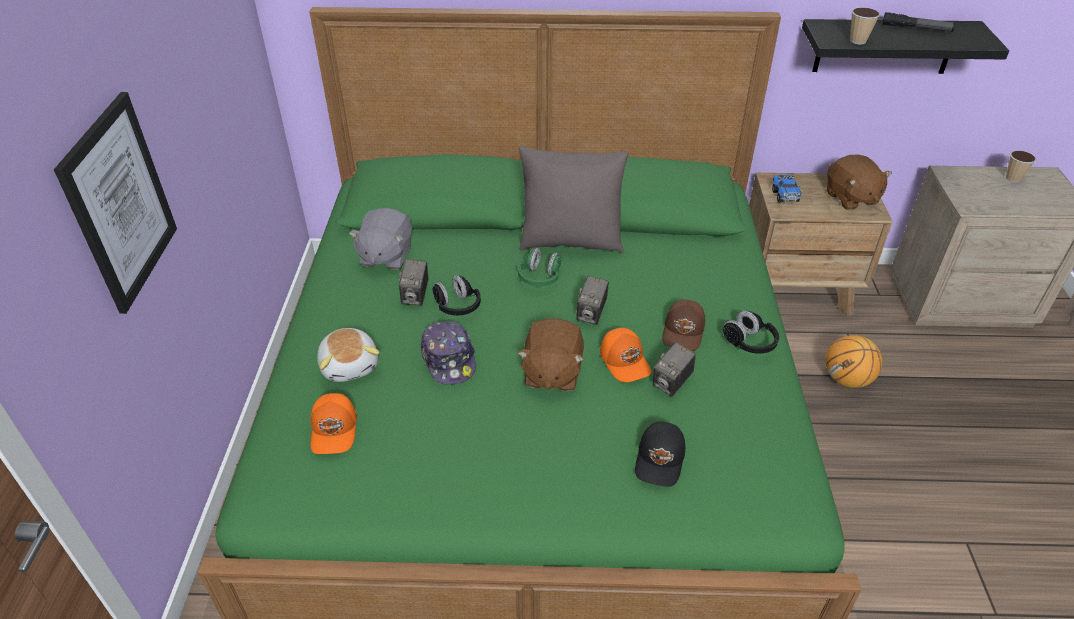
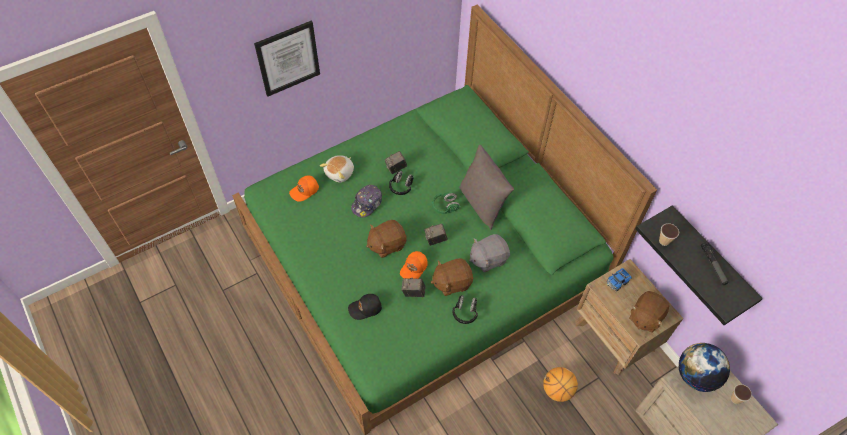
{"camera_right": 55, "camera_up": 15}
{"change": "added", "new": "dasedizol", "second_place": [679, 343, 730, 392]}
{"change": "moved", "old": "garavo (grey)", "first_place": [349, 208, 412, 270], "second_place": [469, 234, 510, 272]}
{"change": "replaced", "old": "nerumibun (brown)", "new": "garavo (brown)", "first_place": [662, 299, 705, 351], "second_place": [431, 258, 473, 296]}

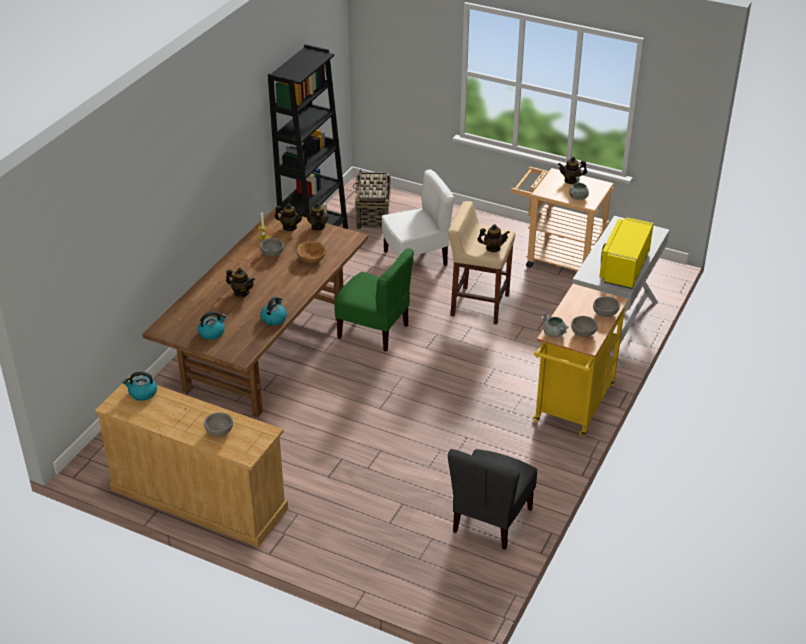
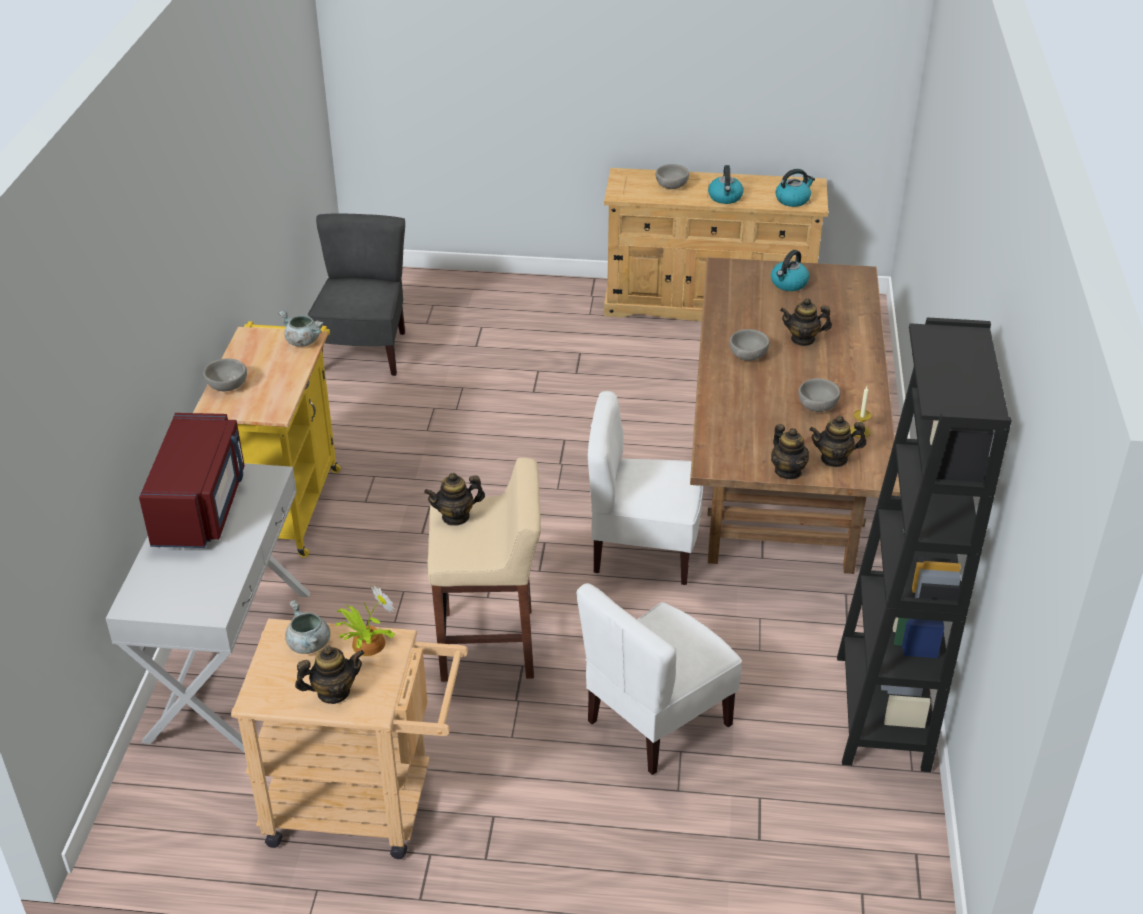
{"camera_right": 160, "camera_up": 0}
{"change": "removed", "old": "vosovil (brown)", "first_place": [297, 241, 326, 263]}
{"change": "removed", "old": "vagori", "first_place": [353, 169, 391, 229]}
{"change": "added", "new": "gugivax", "second_place": [336, 586, 395, 656]}
{"change": "moved", "old": "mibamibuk", "first_place": [260, 297, 287, 326], "second_place": [708, 165, 744, 204]}
{"change": "moved", "old": "vosovil (grey)", "first_place": [571, 316, 598, 337], "second_place": [730, 329, 769, 361]}
{"change": "recoloured", "old": "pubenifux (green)", "new": "pubenifux (white)", "first_place": [334, 248, 414, 352], "second_place": [588, 391, 703, 585]}
{"change": "recoloured", "old": "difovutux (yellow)", "new": "difovutux (red)", "first_place": [599, 217, 654, 289], "second_place": [139, 413, 245, 548]}

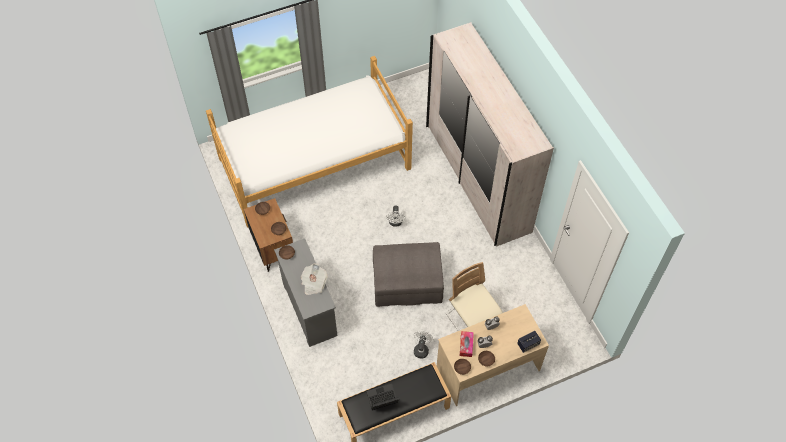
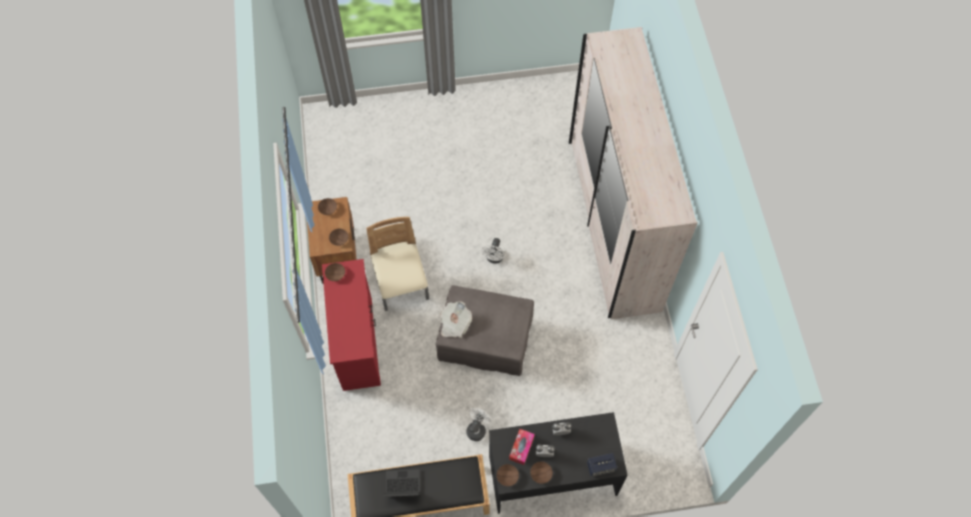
{"camera_right": 15, "camera_up": 5}
{"change": "removed", "old": "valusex", "first_place": [206, 56, 413, 228]}
{"change": "moved", "old": "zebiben", "first_place": [301, 263, 327, 295], "second_place": [440, 301, 472, 338]}
{"change": "moved", "old": "pubenifux (beige)", "first_place": [446, 262, 503, 331], "second_place": [366, 217, 429, 311]}
{"change": "recoloured", "old": "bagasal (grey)", "new": "bagasal (red)", "first_place": [274, 239, 338, 347], "second_place": [322, 259, 381, 391]}
{"change": "recoloured", "old": "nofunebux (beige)", "new": "nofunebux (black)", "first_place": [437, 304, 549, 406], "second_place": [489, 412, 627, 514]}

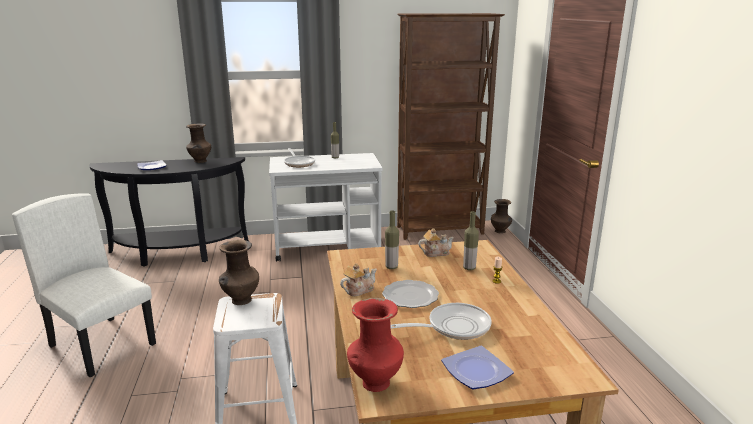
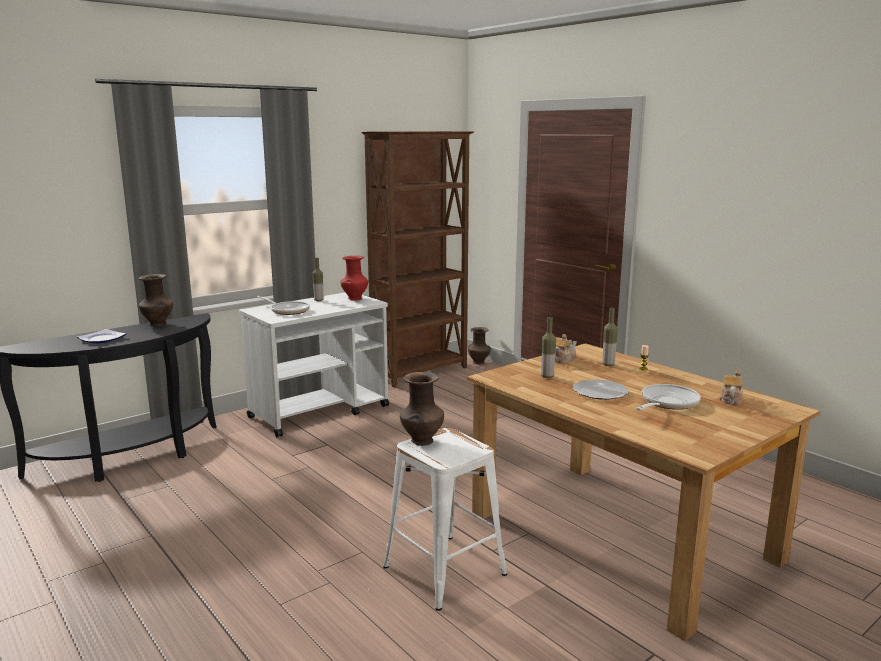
{"camera_right": -30, "camera_up": -5}
{"change": "removed", "old": "pubenifux (white)", "first_place": [12, 193, 156, 377]}
{"change": "removed", "old": "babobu", "first_place": [441, 346, 514, 389]}
{"change": "moved", "old": "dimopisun", "first_place": [340, 263, 377, 296], "second_place": [719, 370, 743, 405]}
{"change": "moved", "old": "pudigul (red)", "first_place": [347, 298, 404, 392], "second_place": [340, 256, 368, 300]}

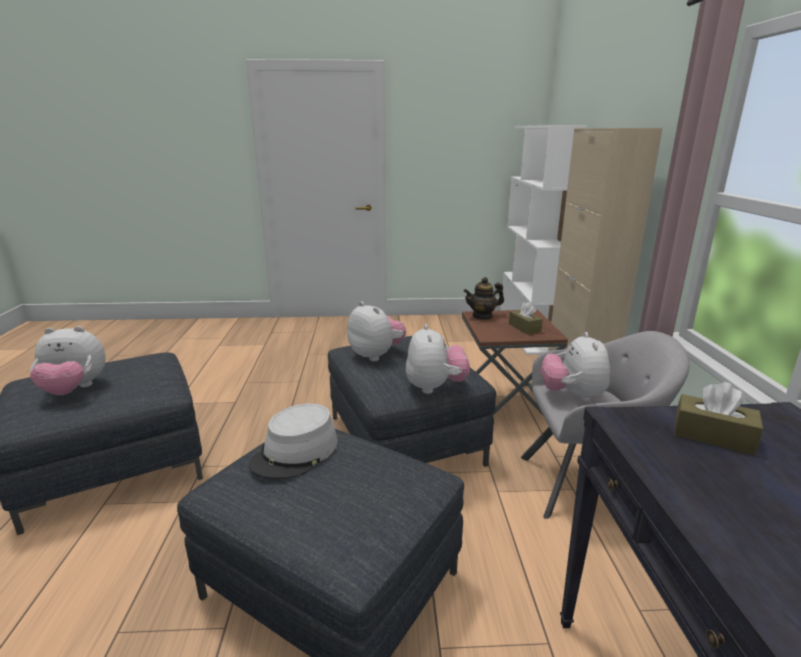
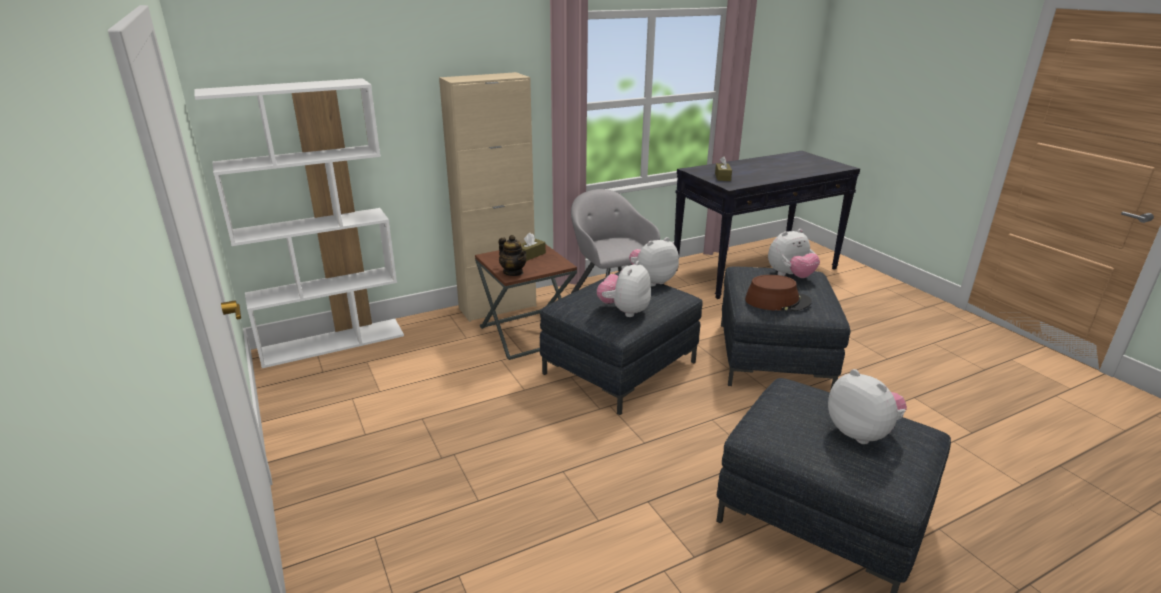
{"camera_right": -115, "camera_up": 5}
{"change": "moved", "old": "garavo", "first_place": [541, 332, 610, 402], "second_place": [768, 229, 820, 278]}
{"change": "recoloured", "old": "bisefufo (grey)", "new": "bisefufo (brown)", "first_place": [249, 404, 338, 479], "second_place": [745, 275, 812, 311]}

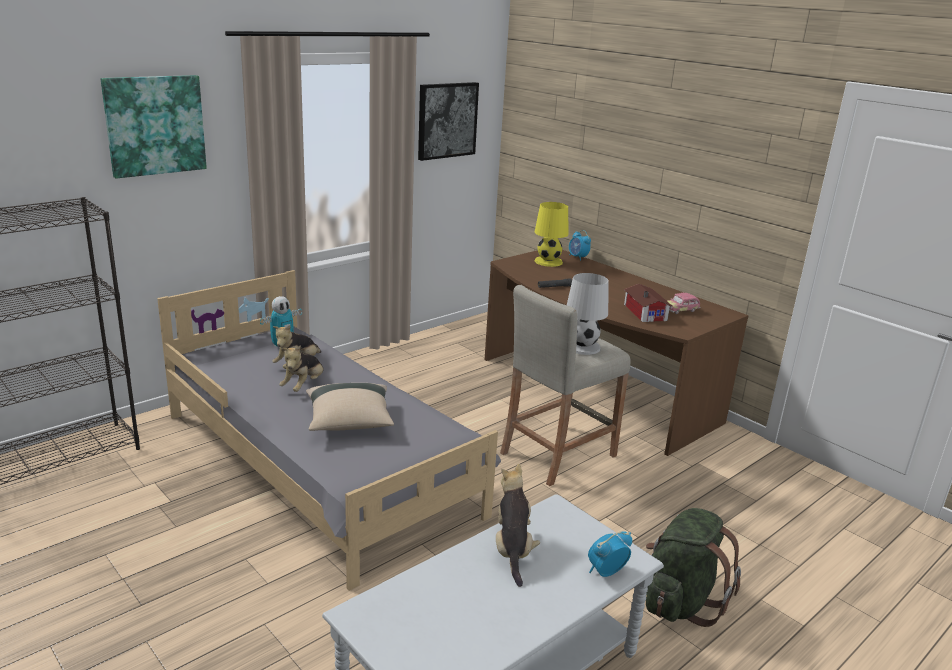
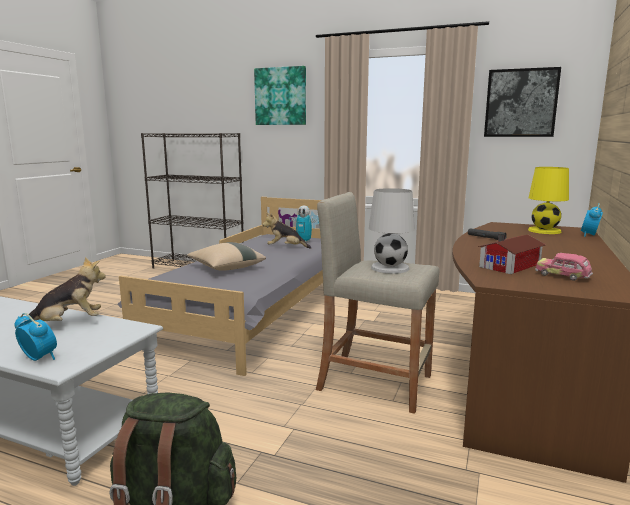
{"camera_right": 65, "camera_up": -10}
{"change": "removed", "old": "garavo", "first_place": [279, 345, 324, 392]}

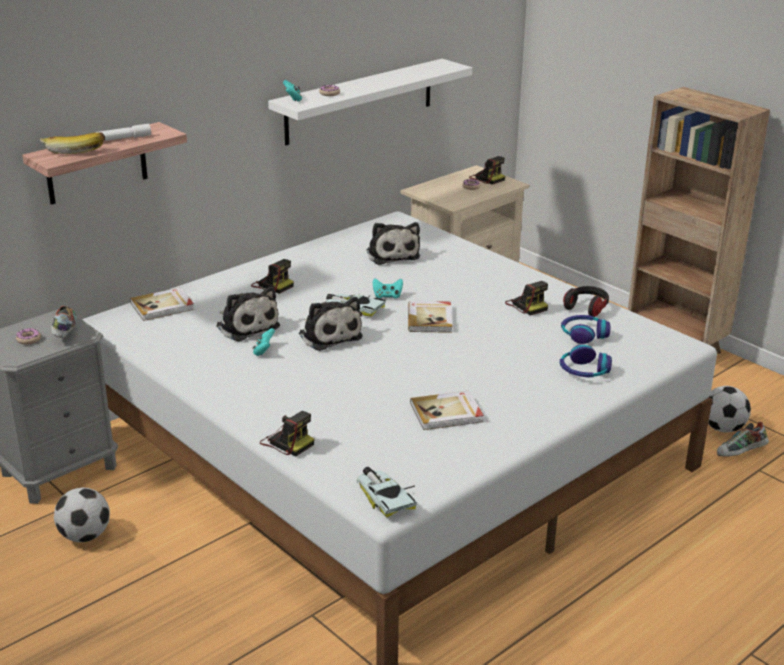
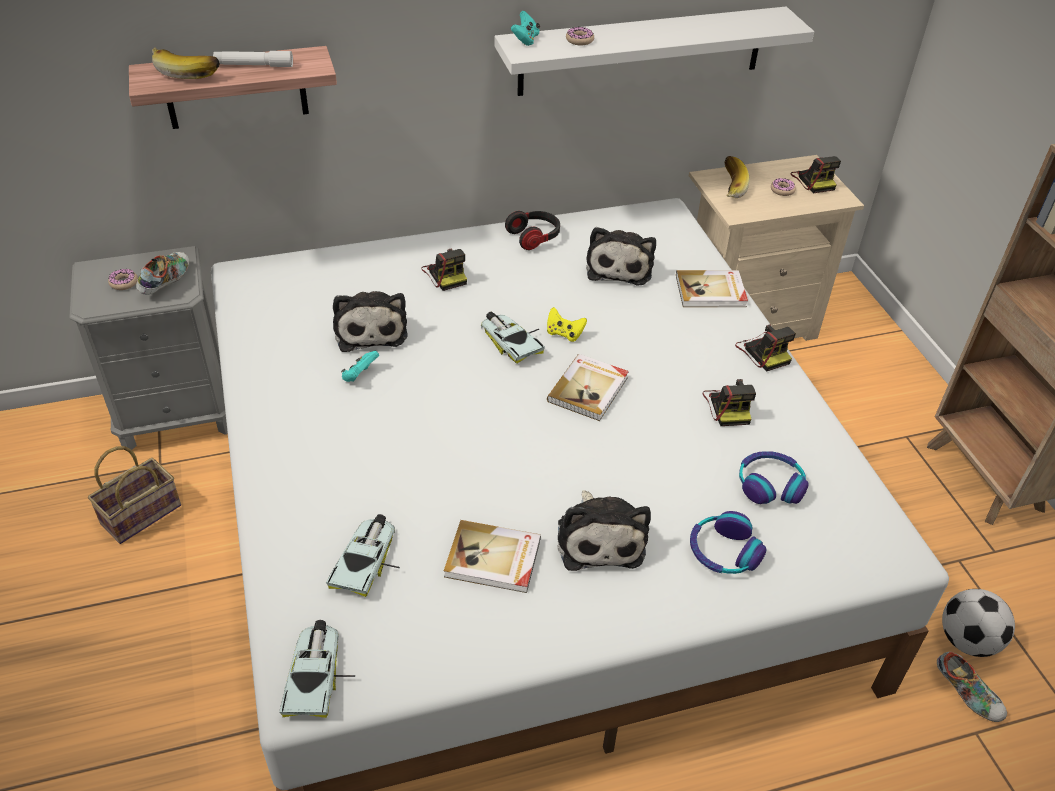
{"camera_right": 25, "camera_up": 15}
{"change": "added", "new": "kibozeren", "second_place": [326, 514, 400, 597]}
{"change": "added", "new": "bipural", "second_place": [725, 156, 750, 198]}
{"change": "moved", "old": "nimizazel", "first_place": [130, 287, 194, 321], "second_place": [676, 270, 748, 307]}
{"change": "moved", "old": "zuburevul", "first_place": [260, 411, 314, 456], "second_place": [735, 324, 796, 371]}
{"change": "moved", "old": "garavo", "first_place": [299, 297, 363, 351], "second_place": [558, 490, 651, 571]}
{"change": "moved", "old": "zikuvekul", "first_place": [563, 286, 609, 317], "second_place": [505, 211, 560, 250]}
{"change": "replaced", "old": "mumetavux", "new": "vagori", "first_place": [54, 487, 110, 542], "second_place": [88, 446, 181, 544]}
{"change": "recoloured", "old": "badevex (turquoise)", "new": "badevex (yellow)", "first_place": [373, 278, 403, 299], "second_place": [547, 307, 587, 342]}
{"change": "turned", "old": "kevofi", "first_place": [717, 421, 769, 457], "second_place": [937, 652, 1007, 722], "degrees": -135}

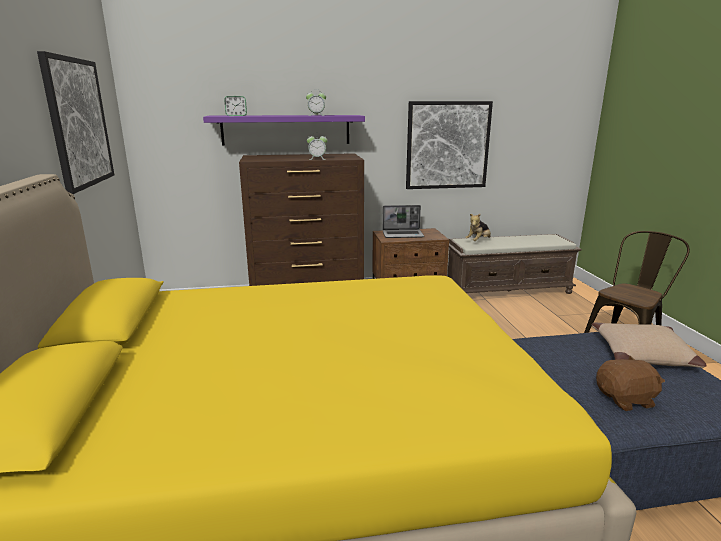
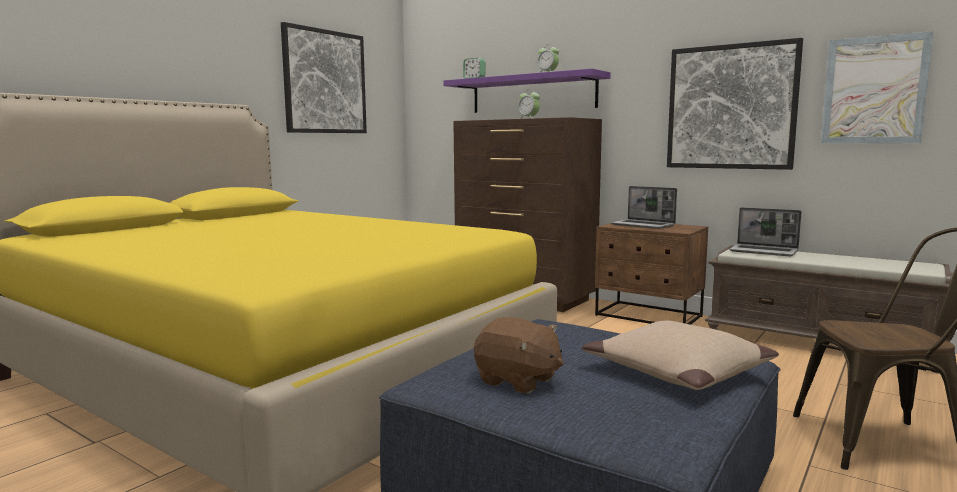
{"camera_right": 45, "camera_up": -10}
{"change": "added", "new": "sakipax", "second_place": [821, 31, 933, 144]}
{"change": "replaced", "old": "garavo", "new": "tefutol", "first_place": [465, 213, 491, 241], "second_place": [729, 207, 802, 257]}

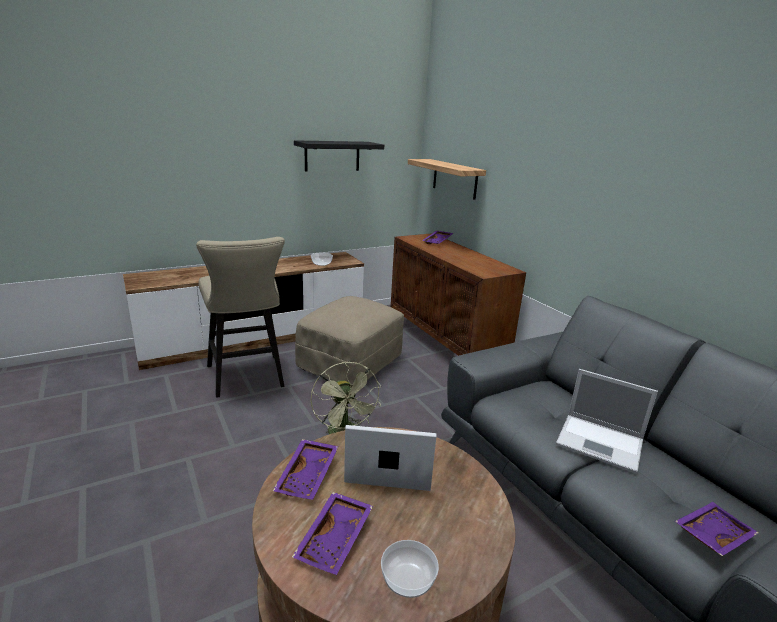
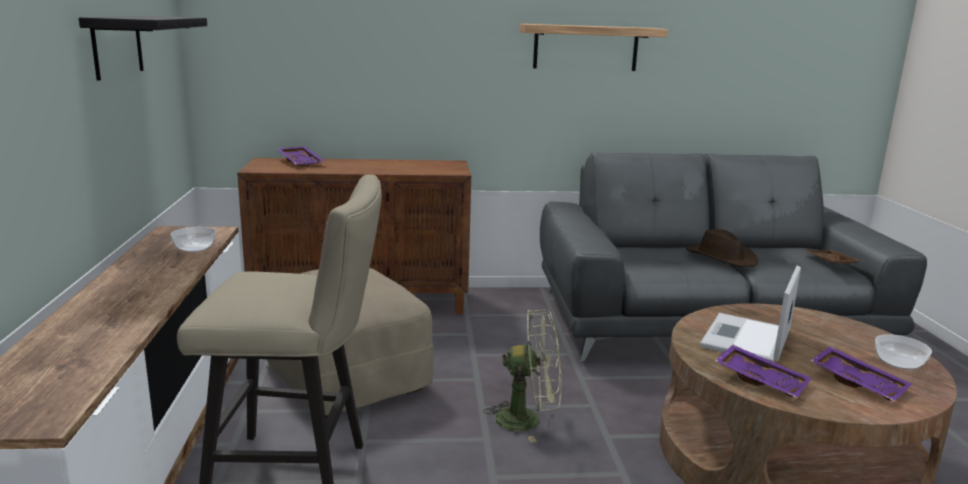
{"camera_right": -65, "camera_up": -5}
{"change": "moved", "old": "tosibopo", "first_place": [408, 159, 486, 200], "second_place": [519, 24, 668, 71]}
{"change": "replaced", "old": "tefutol", "new": "bisefufo (brown)", "first_place": [556, 369, 658, 474], "second_place": [686, 229, 759, 267]}
{"change": "recoloured", "old": "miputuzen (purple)", "new": "miputuzen (brown)", "first_place": [675, 502, 758, 556], "second_place": [803, 249, 863, 264]}

